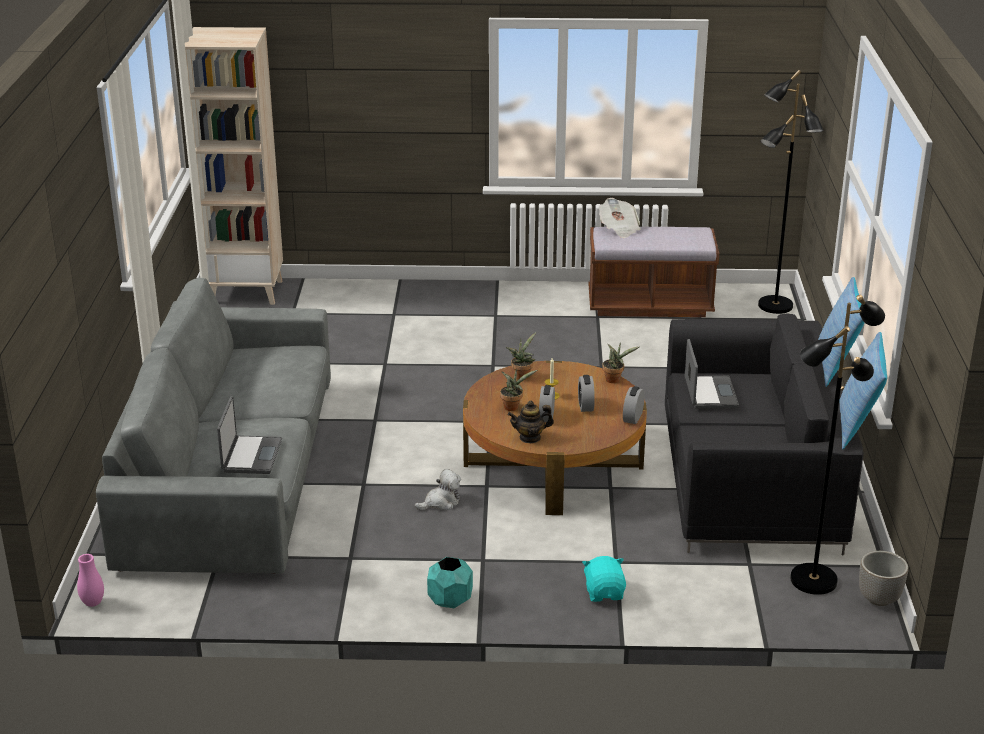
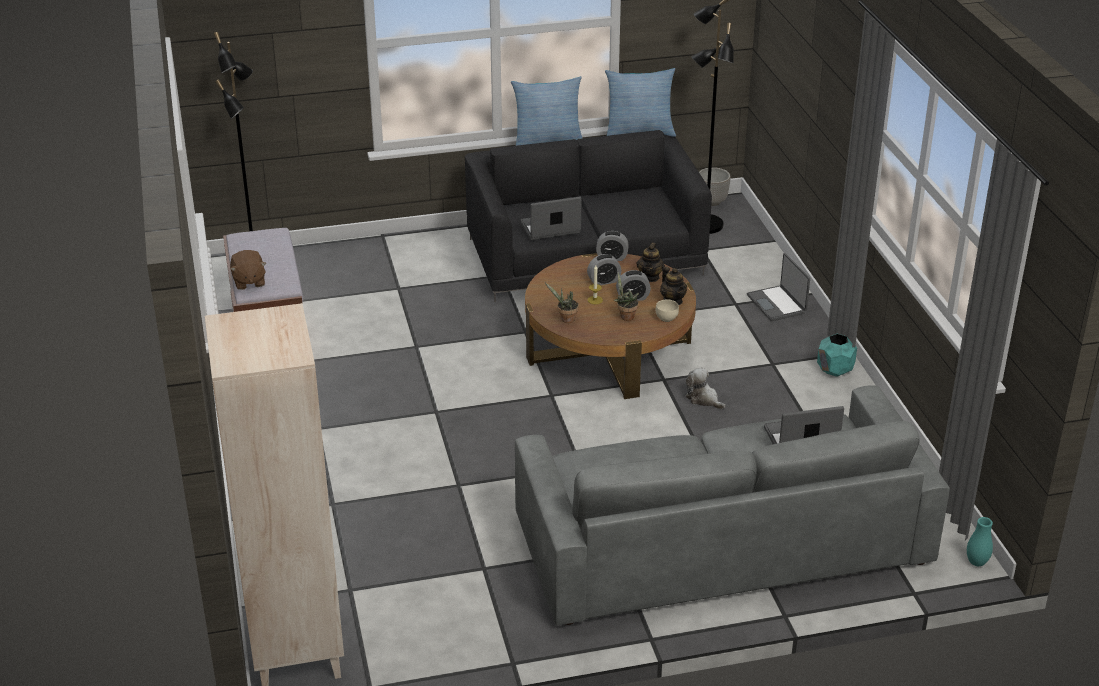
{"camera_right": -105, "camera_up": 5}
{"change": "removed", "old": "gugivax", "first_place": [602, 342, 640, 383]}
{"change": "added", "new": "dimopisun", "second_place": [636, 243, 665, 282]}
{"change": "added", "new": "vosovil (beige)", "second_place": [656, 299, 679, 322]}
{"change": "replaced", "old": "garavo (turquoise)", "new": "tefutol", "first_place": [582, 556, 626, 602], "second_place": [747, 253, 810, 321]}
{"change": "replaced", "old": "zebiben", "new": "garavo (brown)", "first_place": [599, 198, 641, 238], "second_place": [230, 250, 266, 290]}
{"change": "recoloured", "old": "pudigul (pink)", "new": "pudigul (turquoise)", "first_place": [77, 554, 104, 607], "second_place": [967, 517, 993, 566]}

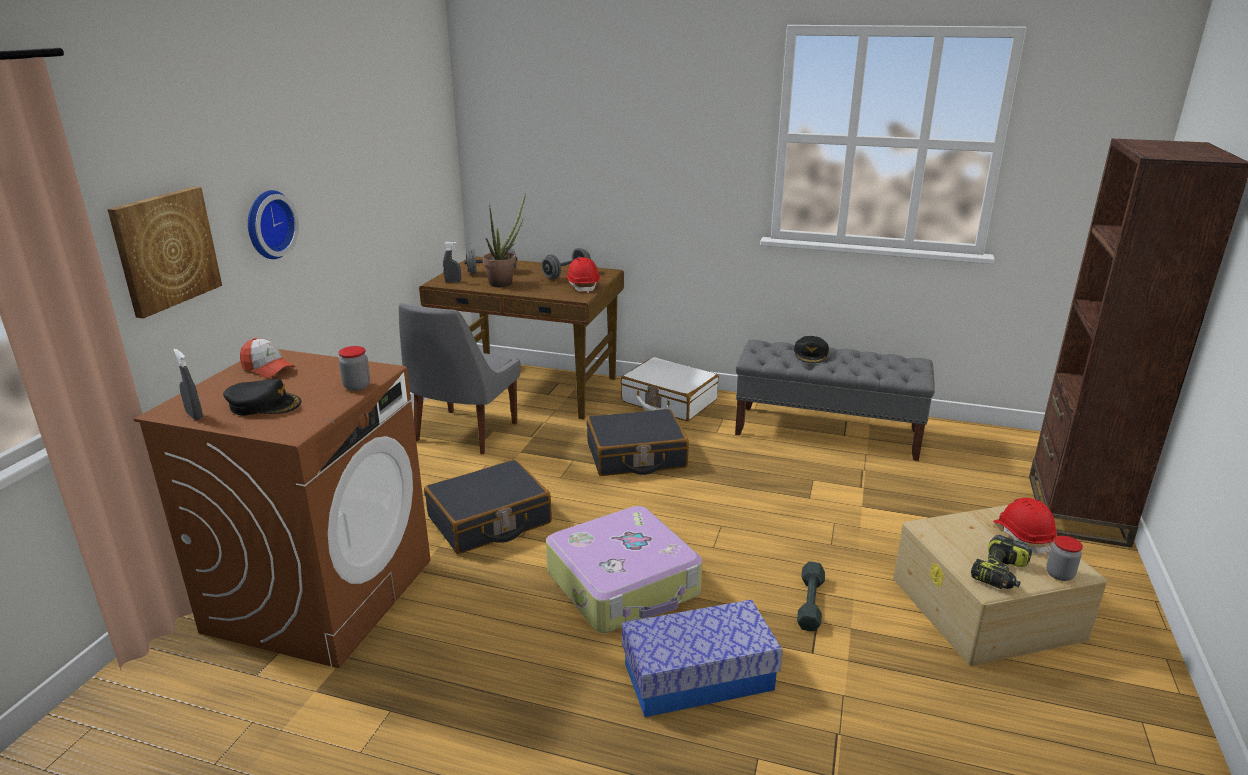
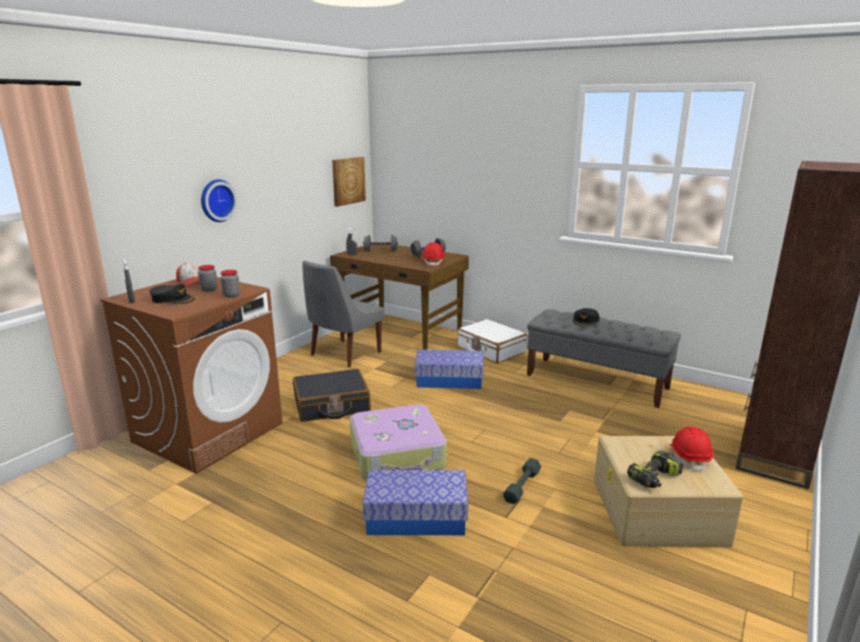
{"camera_right": 15, "camera_up": -5}
{"change": "removed", "old": "gugivax", "first_place": [482, 193, 526, 287]}
{"change": "moved", "old": "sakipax", "first_place": [108, 187, 222, 319], "second_place": [332, 157, 366, 207]}
{"change": "moved", "old": "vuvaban", "first_place": [1046, 536, 1083, 581], "second_place": [198, 265, 218, 292]}
{"change": "replaced", "old": "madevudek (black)", "new": "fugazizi", "first_place": [586, 409, 689, 476], "second_place": [415, 349, 484, 389]}

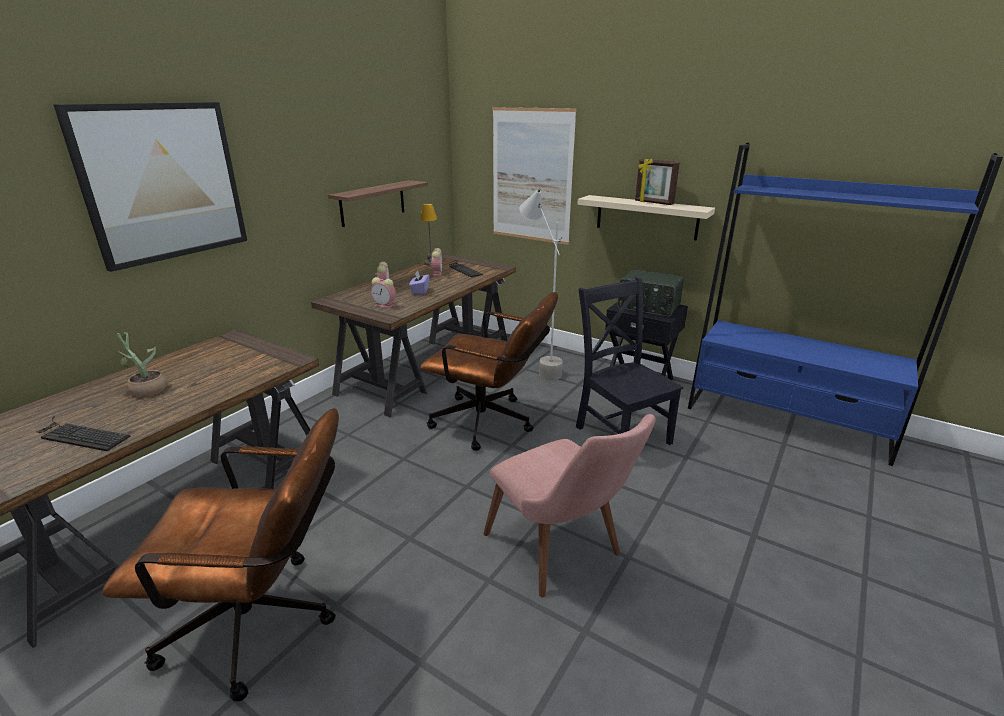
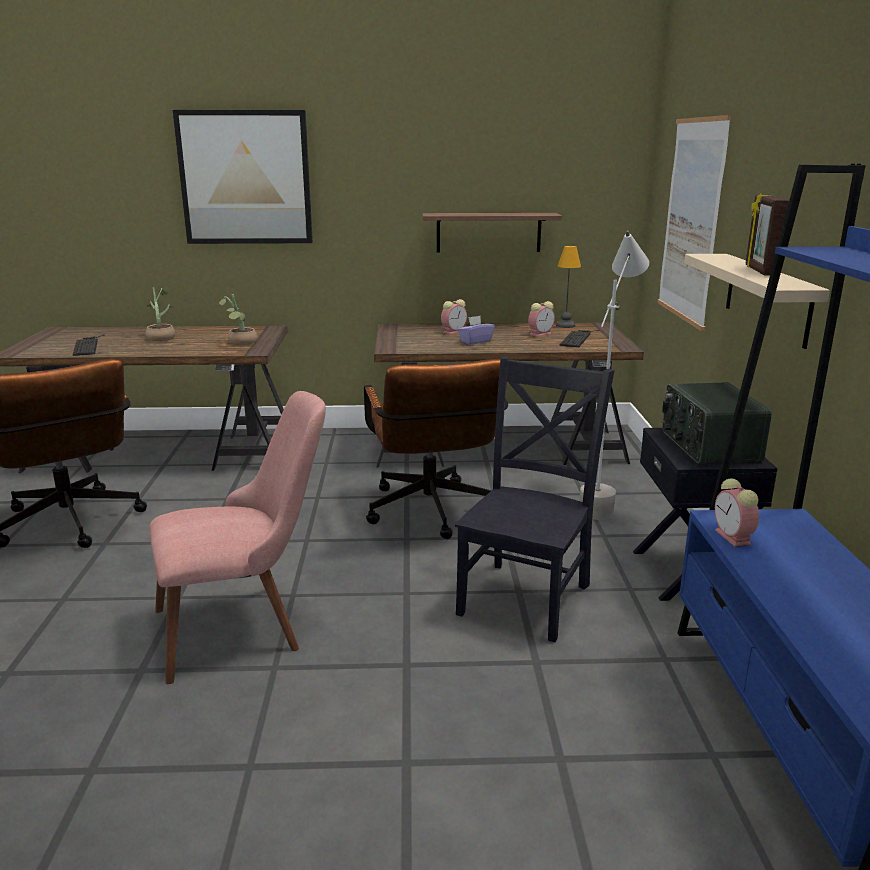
{"camera_right": 55, "camera_up": -5}
{"change": "added", "new": "gugivax", "second_place": [219, 294, 257, 346]}
{"change": "moved", "old": "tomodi", "first_place": [371, 277, 396, 309], "second_place": [715, 478, 759, 547]}
{"change": "turned", "old": "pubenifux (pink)", "first_place": [483, 414, 656, 598], "second_place": [149, 391, 326, 684], "degrees": -135}

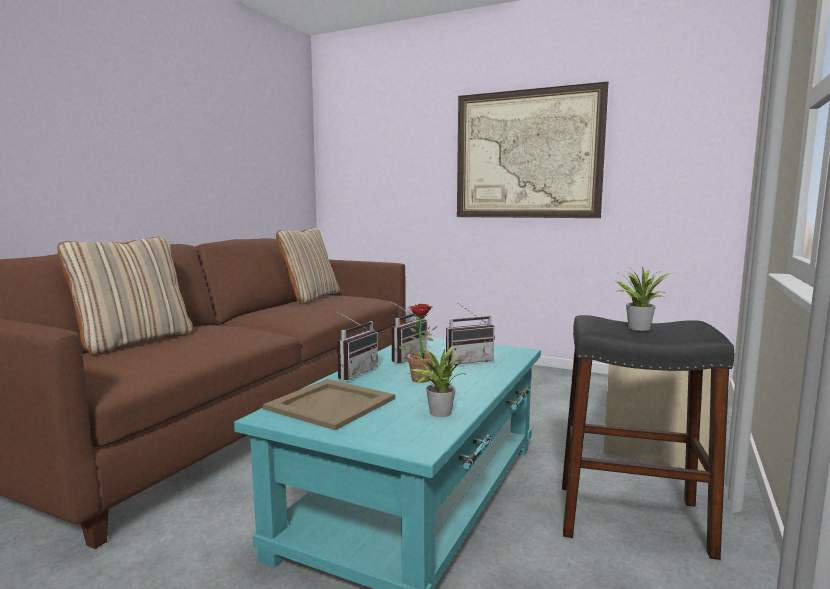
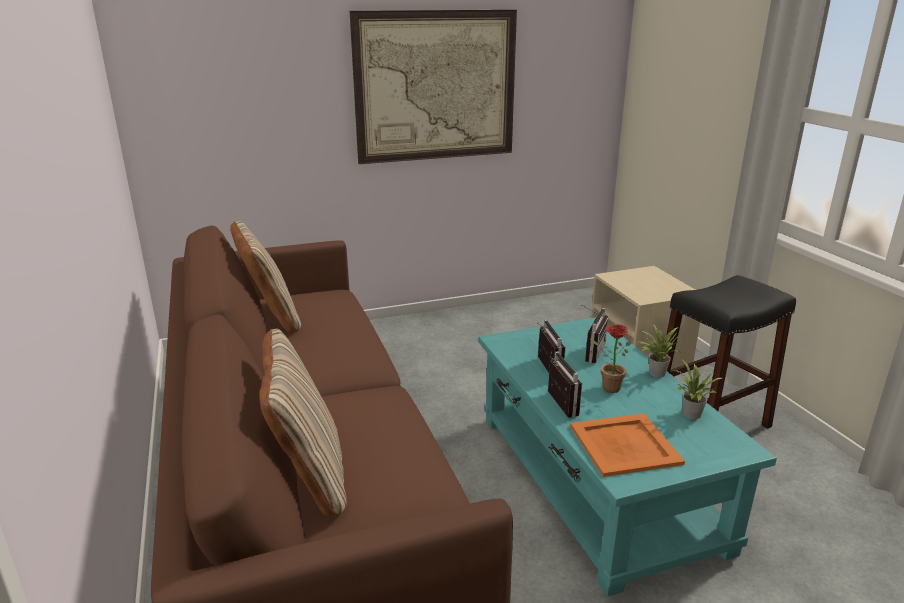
{"camera_right": -45, "camera_up": 15}
{"change": "moved", "old": "gugivax", "first_place": [614, 267, 672, 331], "second_place": [638, 324, 680, 378]}
{"change": "recoloured", "old": "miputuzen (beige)", "new": "miputuzen (orange)", "first_place": [263, 379, 395, 430], "second_place": [570, 413, 685, 477]}

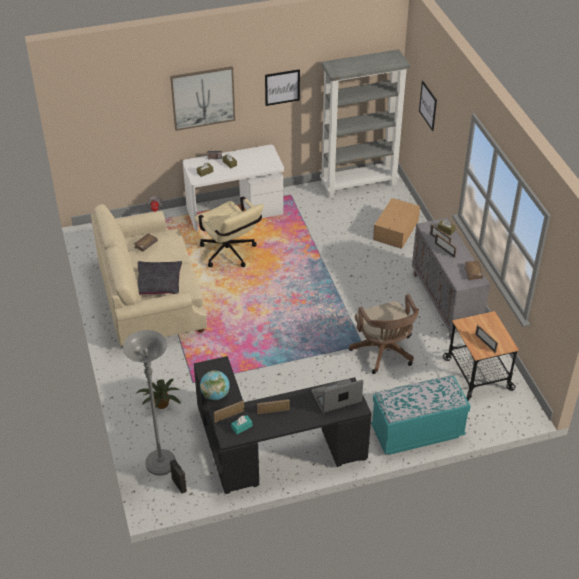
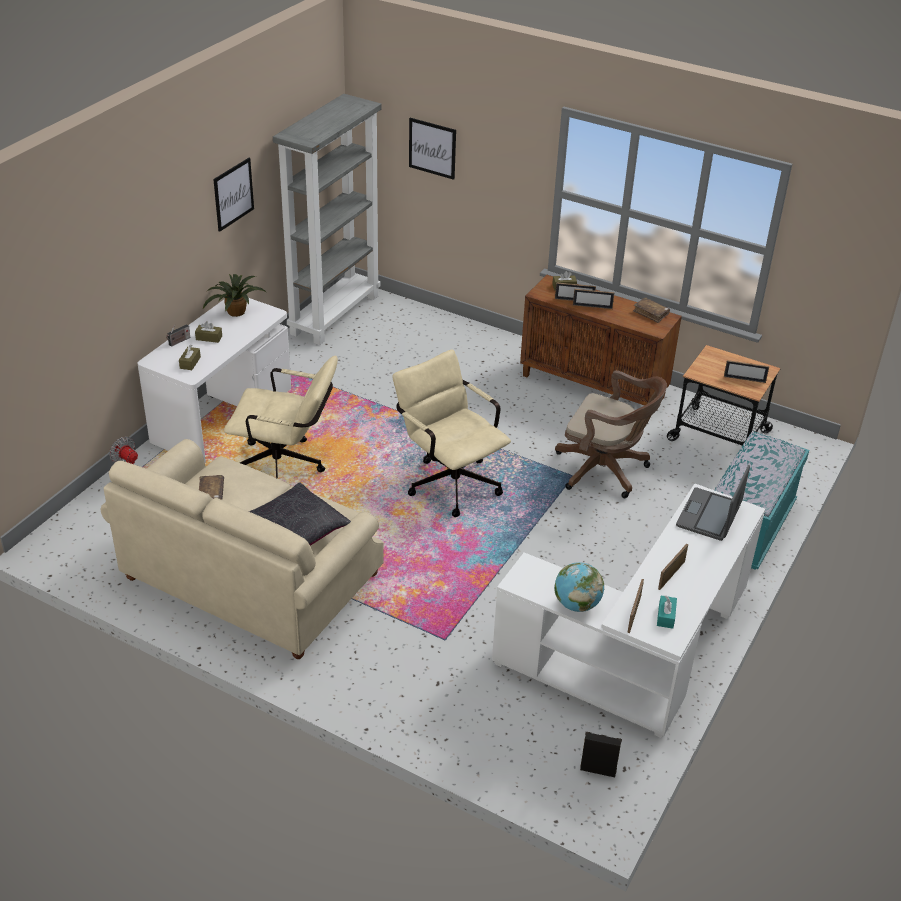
{"camera_right": -45, "camera_up": -5}
{"change": "removed", "old": "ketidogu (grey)", "first_place": [123, 330, 176, 476]}
{"change": "removed", "old": "sakipax", "first_place": [170, 66, 235, 131]}
{"change": "removed", "old": "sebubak", "first_place": [373, 198, 420, 249]}
{"change": "added", "new": "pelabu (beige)", "second_place": [392, 350, 511, 517]}
{"change": "moved", "old": "gugivax", "first_place": [137, 379, 181, 409], "second_place": [203, 274, 267, 317]}
{"change": "recoloured", "old": "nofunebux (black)", "new": "nofunebux (white)", "first_place": [194, 356, 372, 494], "second_place": [492, 483, 765, 738]}
{"change": "recoloured", "old": "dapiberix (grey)", "new": "dapiberix (brown)", "first_place": [412, 218, 490, 340], "second_place": [520, 275, 682, 406]}

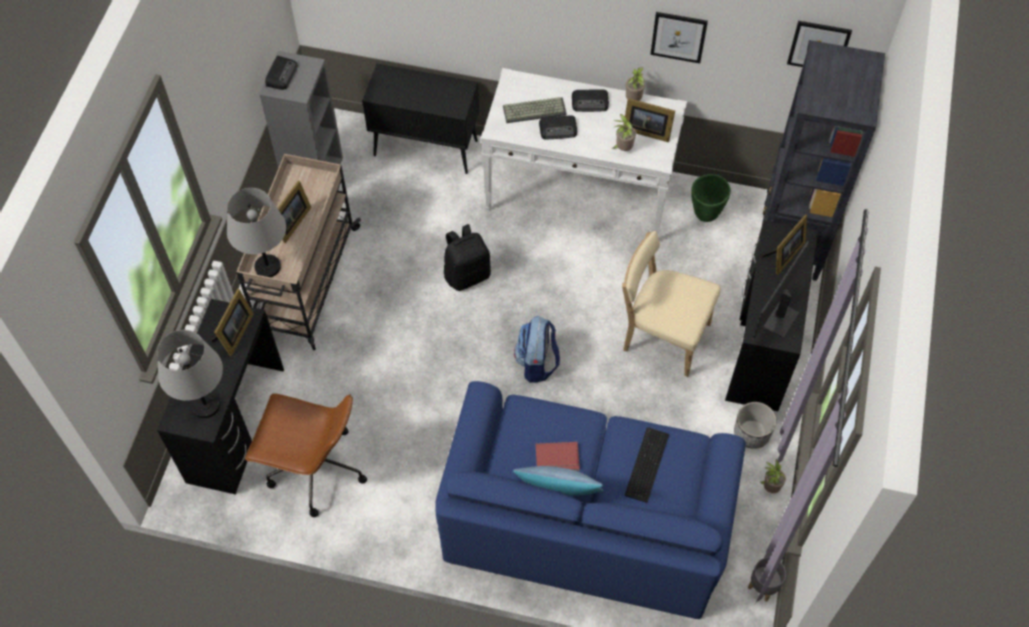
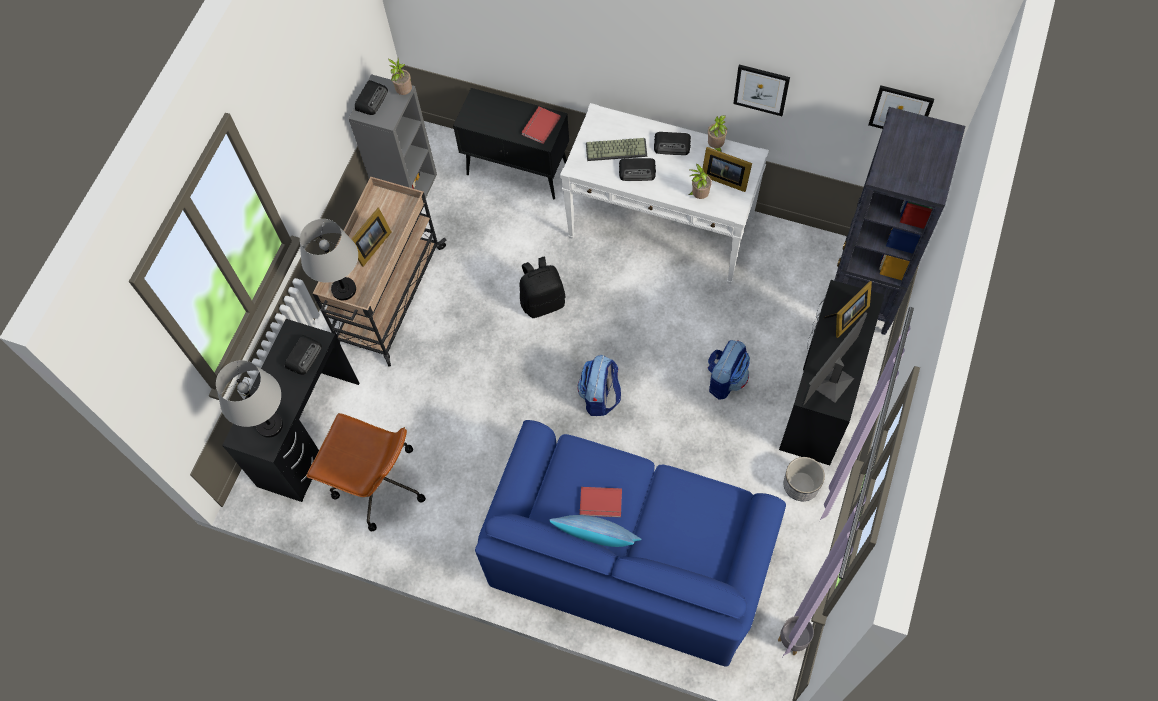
{"camera_right": 10, "camera_up": 5}
{"change": "removed", "old": "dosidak", "first_place": [625, 427, 669, 503]}
{"change": "removed", "old": "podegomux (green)", "first_place": [691, 174, 731, 222]}
{"change": "added", "new": "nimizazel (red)", "second_place": [521, 107, 561, 144]}
{"change": "moved", "old": "gugivax", "first_place": [759, 459, 786, 493], "second_place": [388, 58, 412, 95]}
{"change": "replaced", "old": "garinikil", "new": "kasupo", "first_place": [211, 289, 254, 356], "second_place": [285, 335, 322, 375]}
{"change": "replaced", "old": "pubenifux (beige)", "new": "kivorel", "first_place": [622, 231, 721, 377], "second_place": [708, 340, 750, 400]}

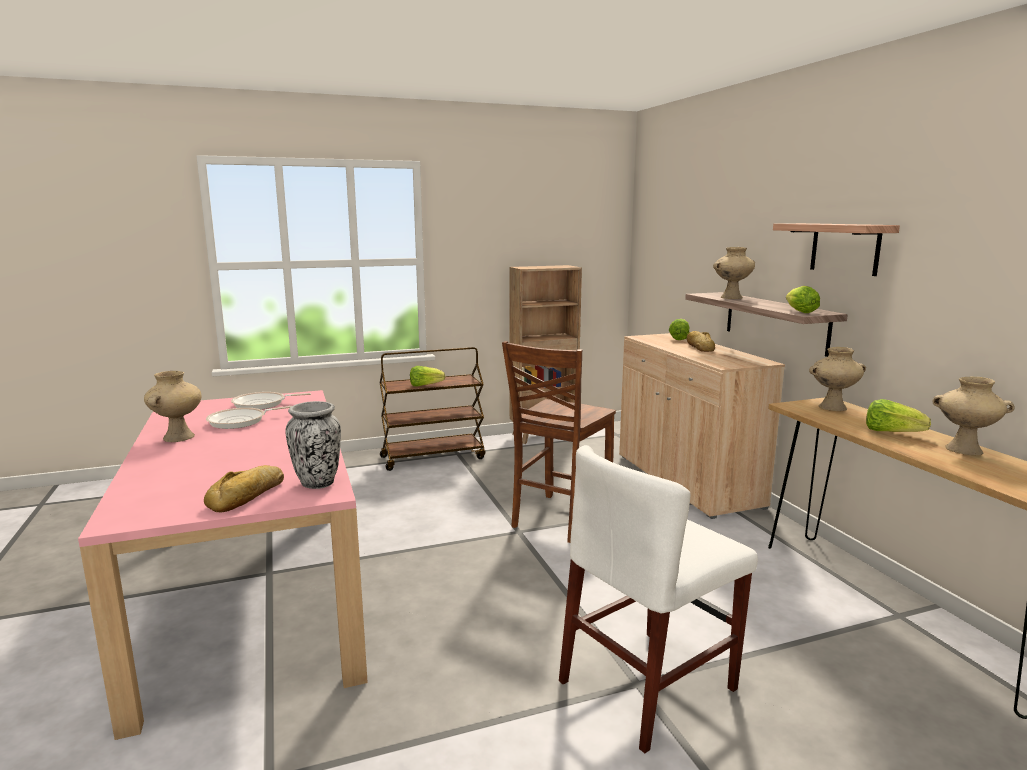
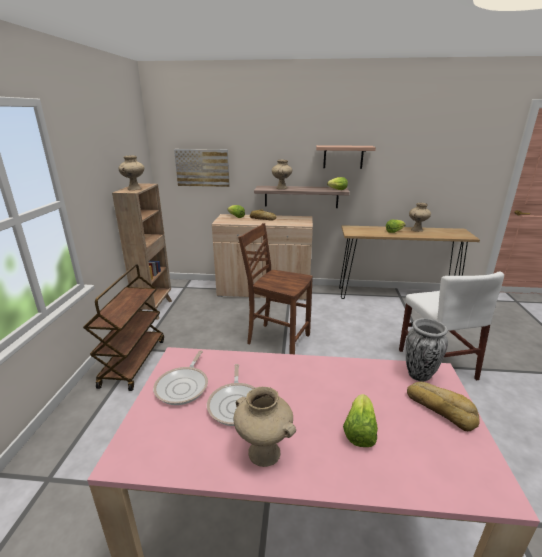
{"camera_right": -65, "camera_up": 10}
{"change": "added", "new": "sakipax", "second_place": [174, 149, 230, 187]}
{"change": "moved", "old": "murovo", "first_place": [410, 366, 445, 387], "second_place": [343, 394, 378, 447]}
{"change": "moved", "old": "pudigul (beige)", "first_place": [809, 347, 866, 411], "second_place": [118, 156, 144, 190]}
{"change": "turned", "old": "pubenifux (brown)", "first_place": [502, 341, 616, 543], "second_place": [238, 223, 313, 354], "degrees": 150}

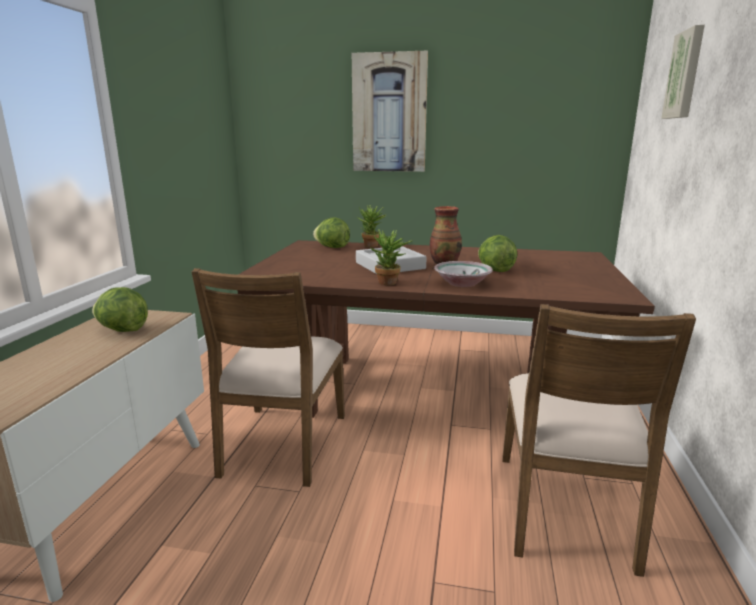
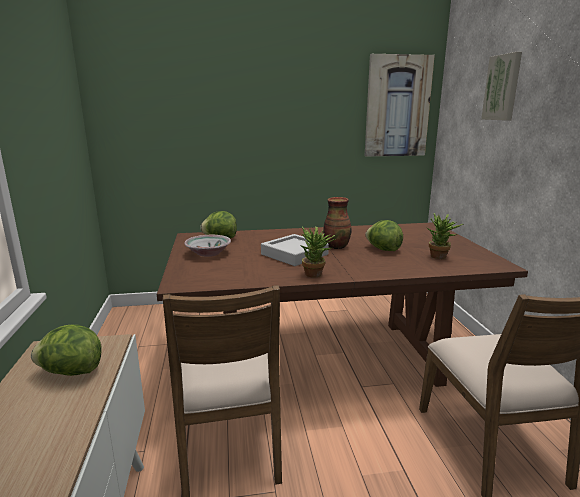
{"camera_right": -20, "camera_up": 0}
{"change": "moved", "old": "sakipax", "first_place": [352, 51, 428, 172], "second_place": [365, 54, 435, 157]}
{"change": "moved", "old": "gugivax", "first_place": [358, 205, 385, 247], "second_place": [427, 213, 464, 259]}
{"change": "moved", "old": "vosovil", "first_place": [434, 261, 493, 287], "second_place": [184, 235, 231, 257]}

